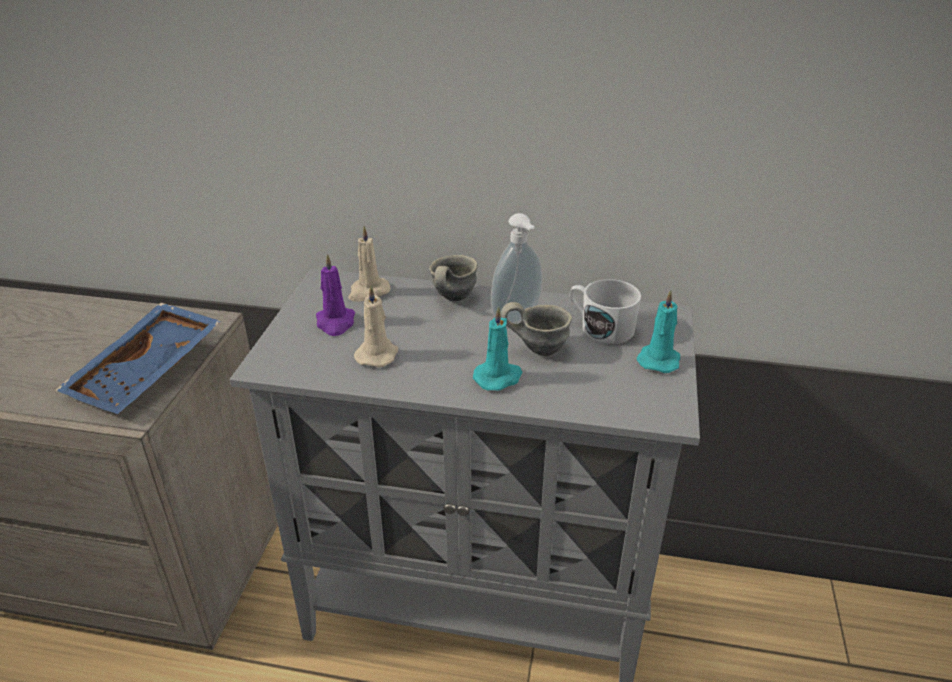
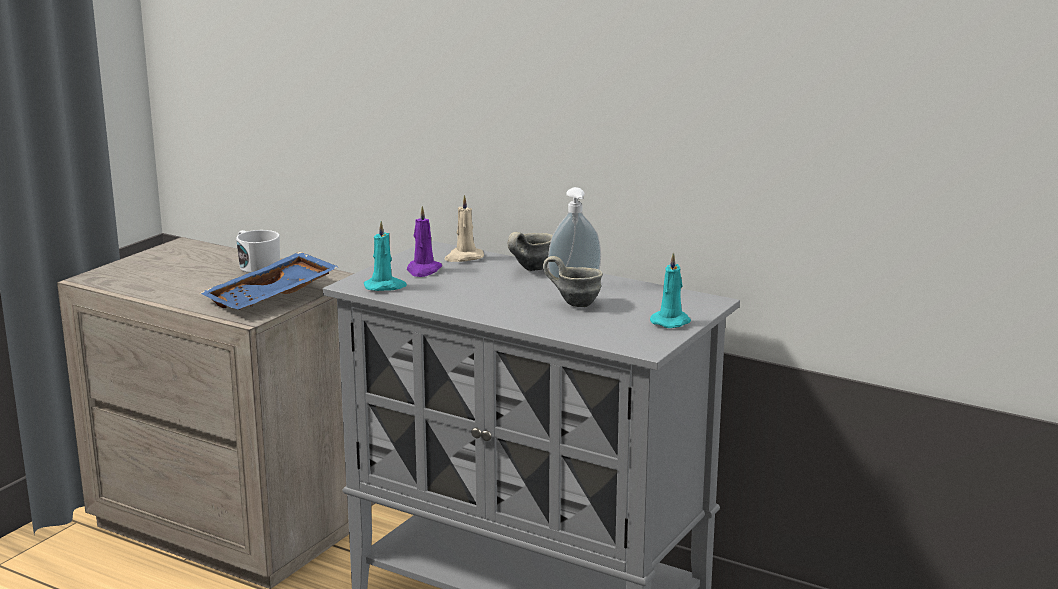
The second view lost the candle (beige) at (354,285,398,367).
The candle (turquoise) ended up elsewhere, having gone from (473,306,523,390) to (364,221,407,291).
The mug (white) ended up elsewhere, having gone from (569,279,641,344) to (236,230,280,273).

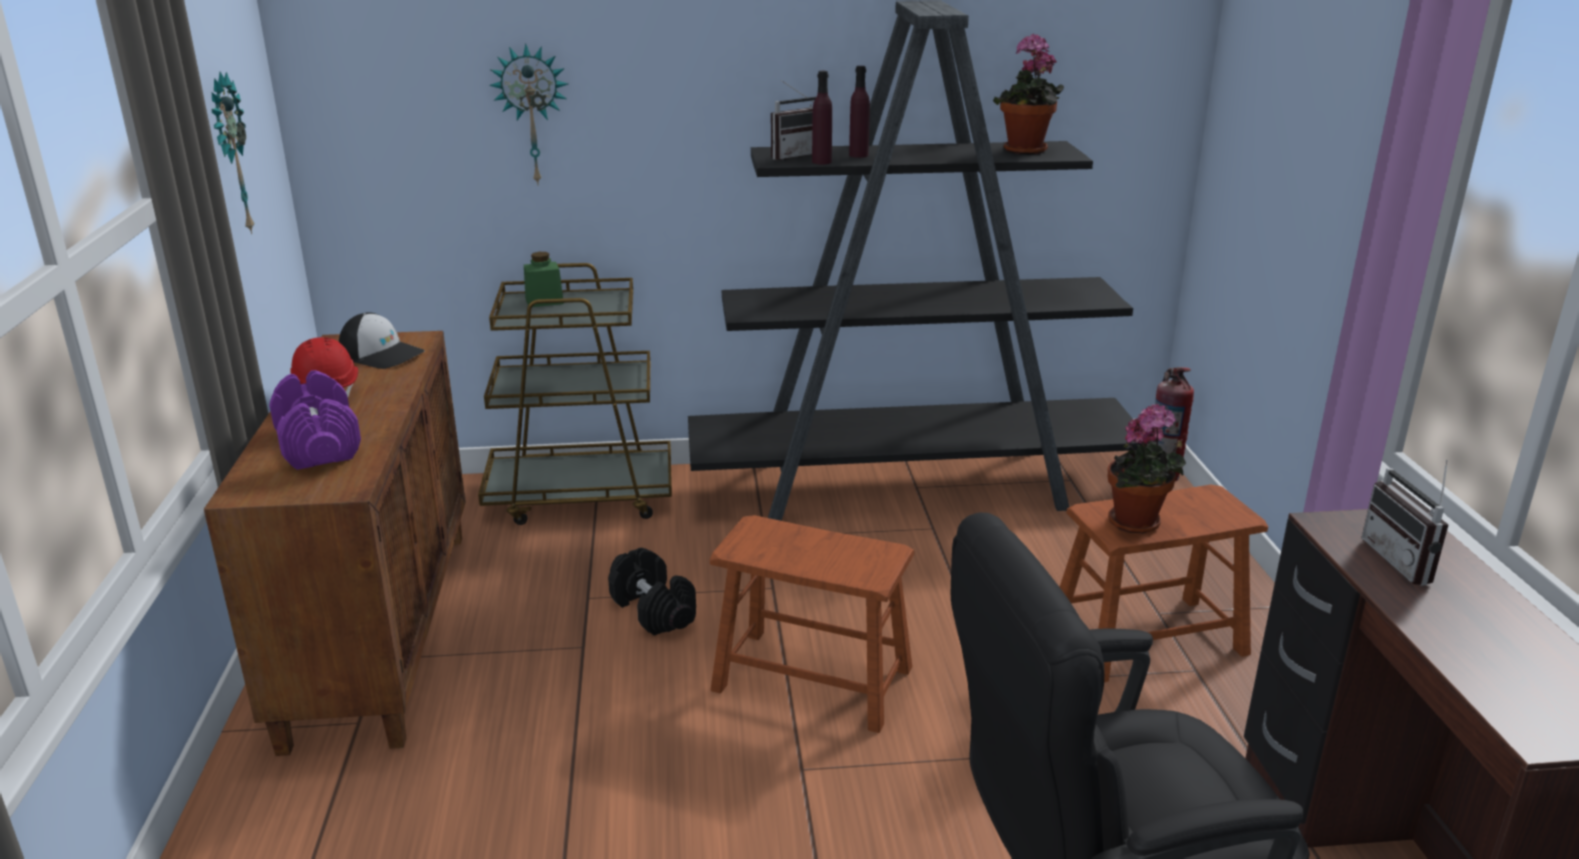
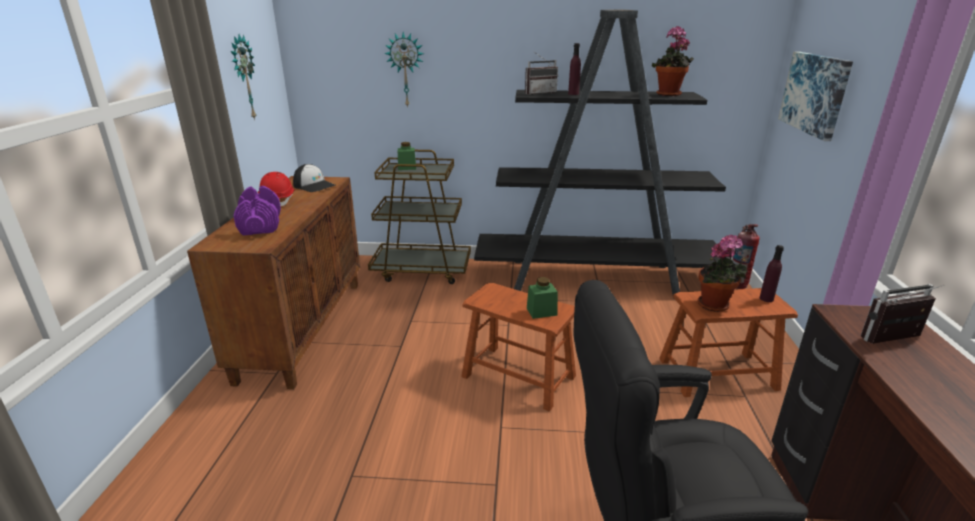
The second view lost the dumbbell (black) at (608,547,696,636).
The bottle (purple) ended up elsewhere, having gone from (812,71,832,165) to (760,245,784,302).
The radio at (1361,460,1449,586) ended up facing another way, 75 degrees clockwise from before.
The second view gained the jar (green) at (527,277,558,319).
The second view gained the picture at (778,52,853,141).

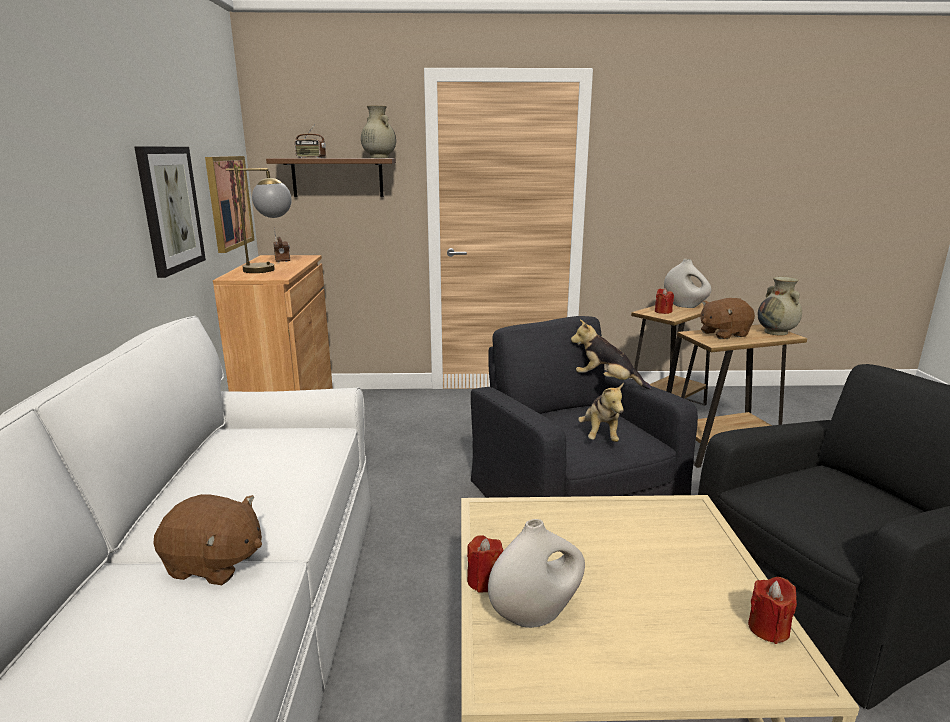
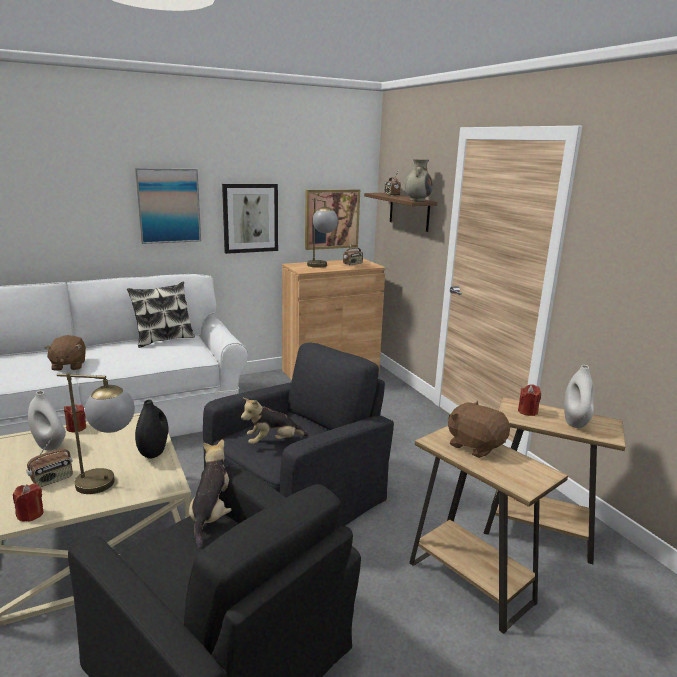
The plush toy ended up elsewhere, having gone from (571,320,651,389) to (189,439,232,549).
The second view lost the vase (beige) at (758,277,802,336).
The second view gained the radio at (27,438,73,487).
The second view gained the table lamp at (57,373,135,494).
The second view gained the pillow at (127,281,195,348).
The second view gained the picture at (135,168,201,244).
The second view gained the vase (black) at (135,400,169,459).

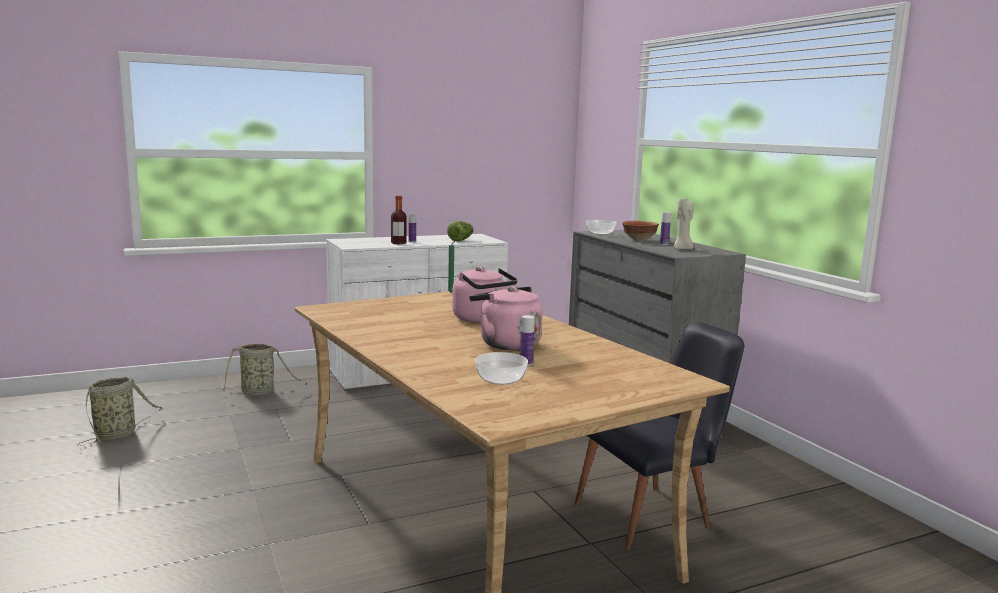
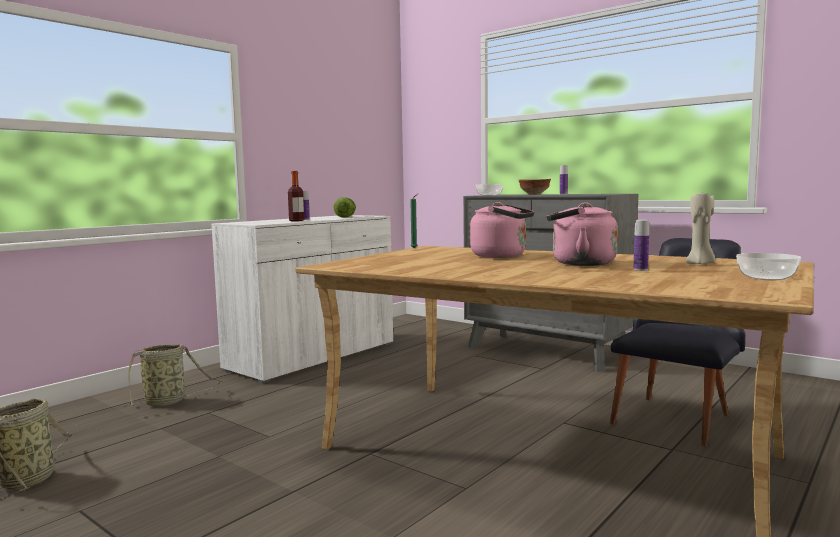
The bowl ended up elsewhere, having gone from (475,352,528,385) to (736,253,801,280).
The candle (beige) ended up elsewhere, having gone from (674,197,694,250) to (686,193,715,264).

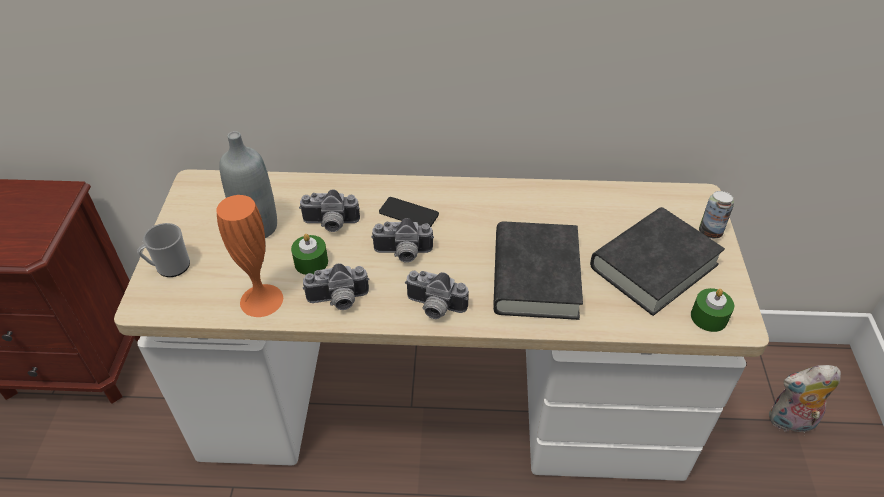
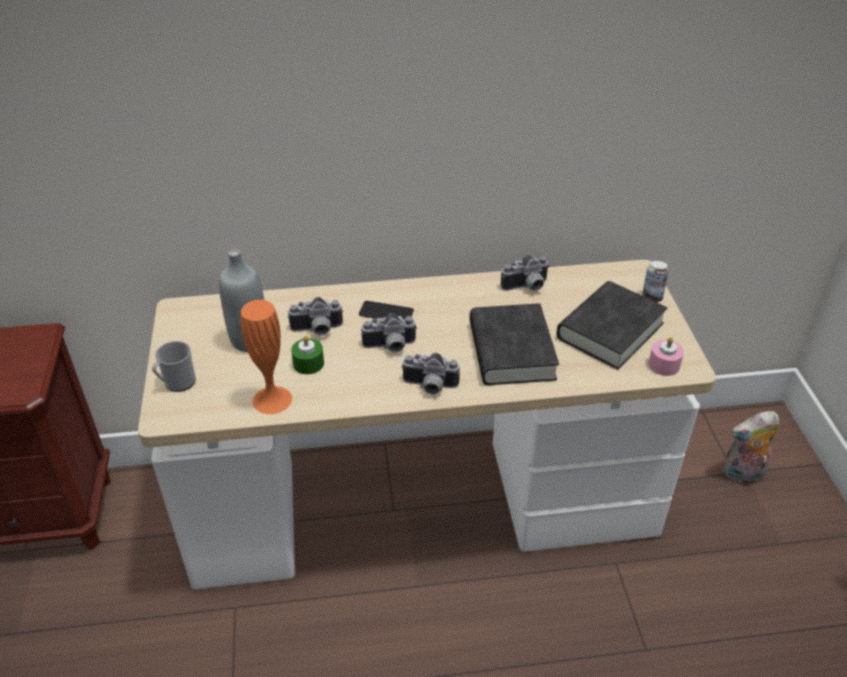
The photo camera ended up elsewhere, having gone from (302,263,369,310) to (501,255,550,291).
What was the candle (green) at (691,288,734,332) turned into the candle (pink) at (648,337,684,376).

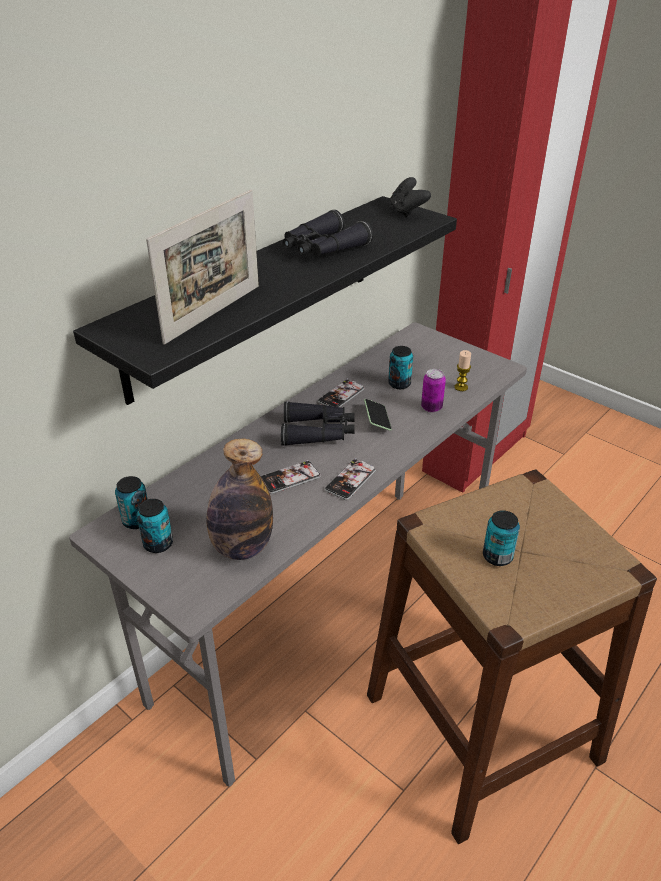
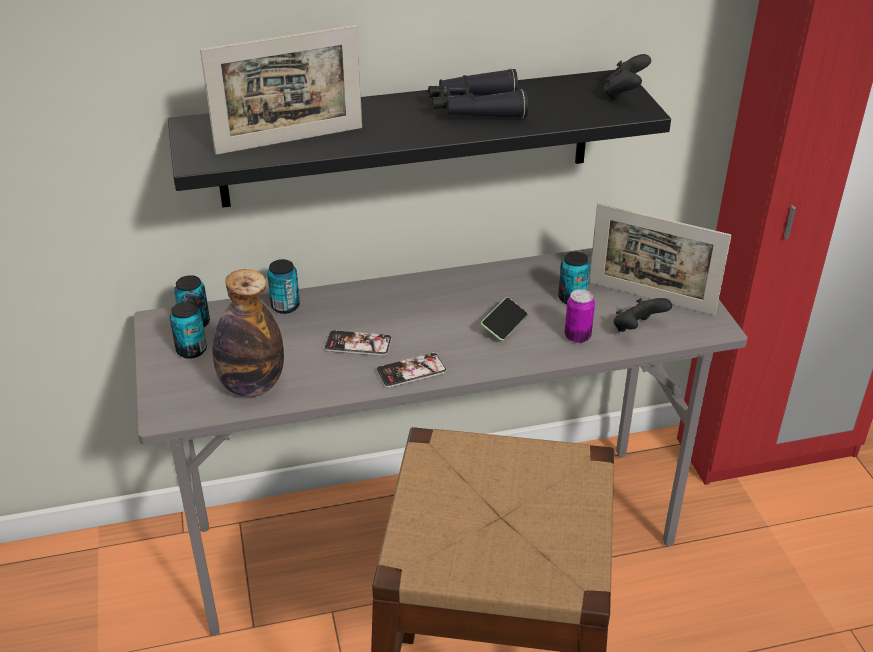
The second view lost the binoculars (black) at (281,401,355,446).
The second view lost the phone at (318,378,365,407).
Where the candle stood at (455,350,471,391), the game controller (black) came to stand at (614,298,672,332).
The can ended up elsewhere, having gone from (483,510,520,566) to (267,259,300,314).
The second view gained the picture frame at (589,203,732,316).

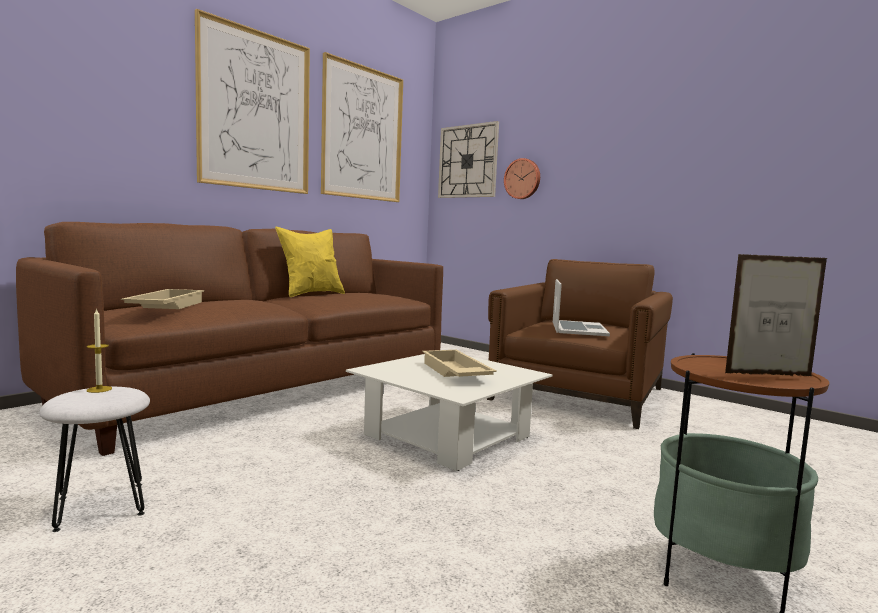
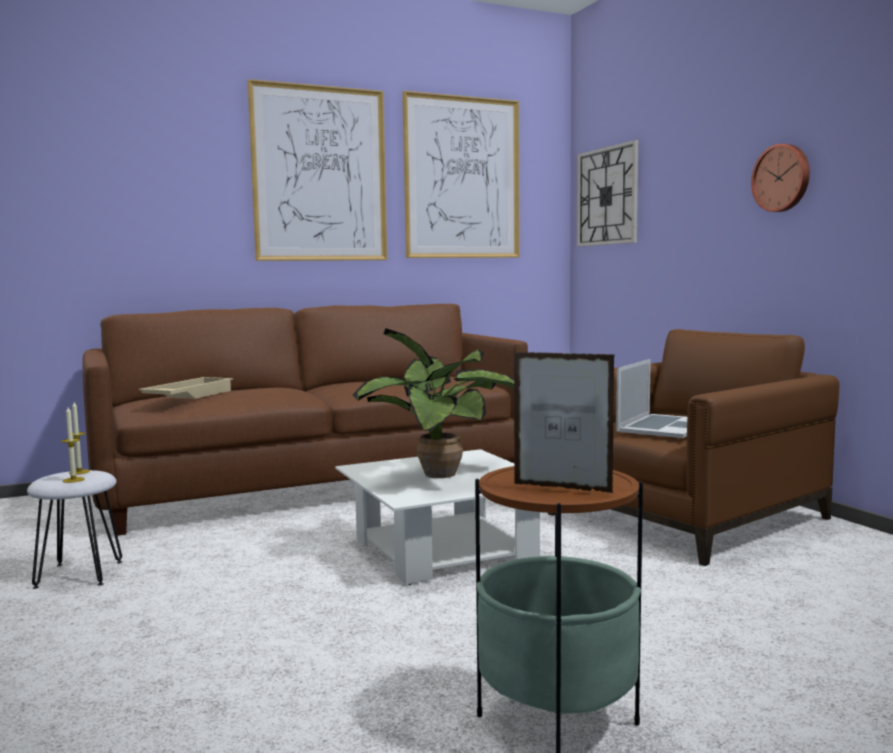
The second view lost the pillow (yellow) at (275,227,345,297).
Where the tray (beige) stood at (422,350,497,377), the potted plant came to stand at (353,328,514,478).
The wall clock ended up elsewhere, having gone from (504,158,540,199) to (751,144,810,212).
The second view gained the candle at (61,407,85,483).

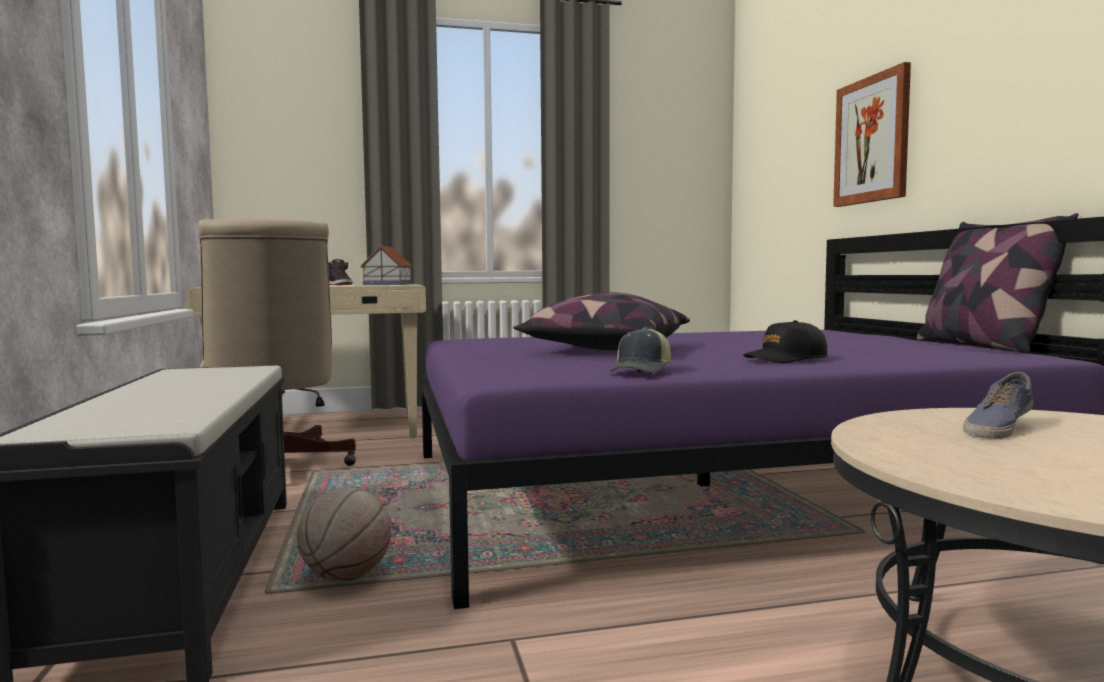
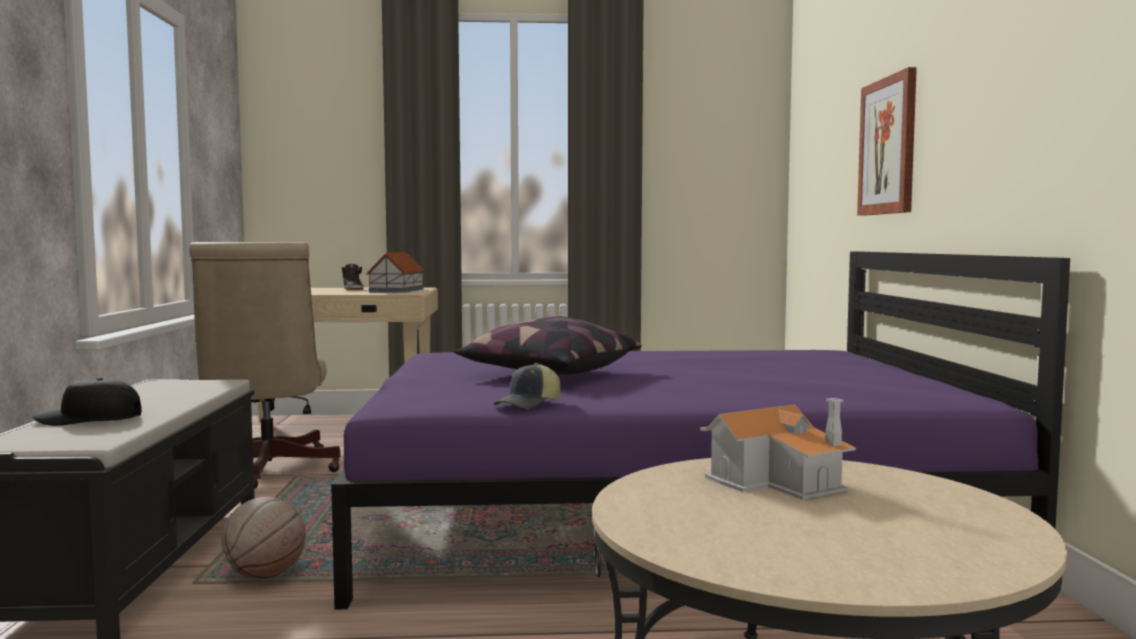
The cap (black) ended up elsewhere, having gone from (743,320,828,363) to (33,378,142,426).
The second view lost the pillow at (917,213,1079,353).
Where the shoe stood at (963,372,1033,439), the toy house came to stand at (700,398,856,500).

